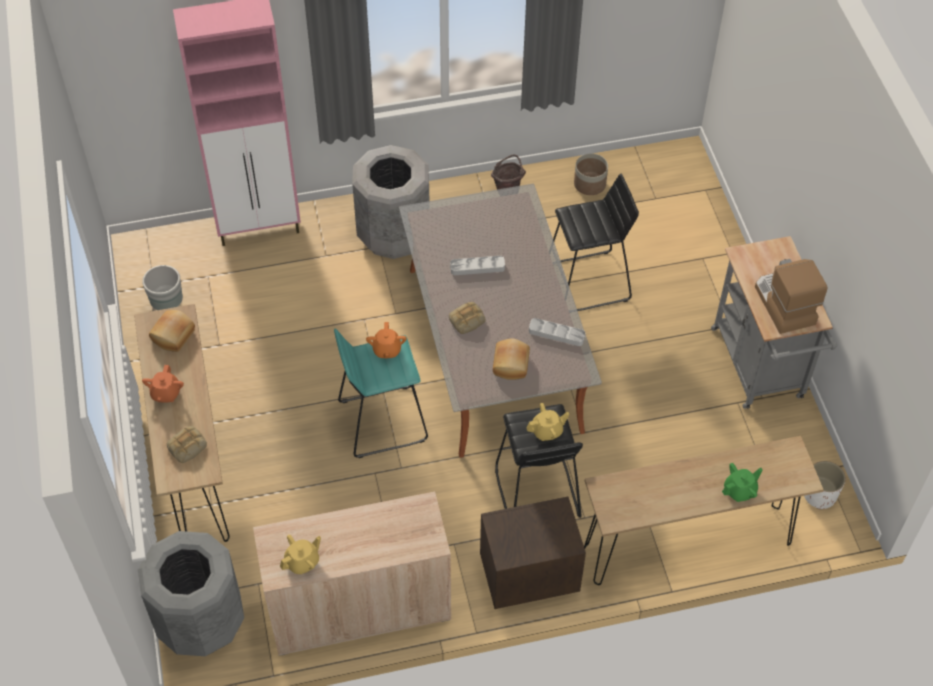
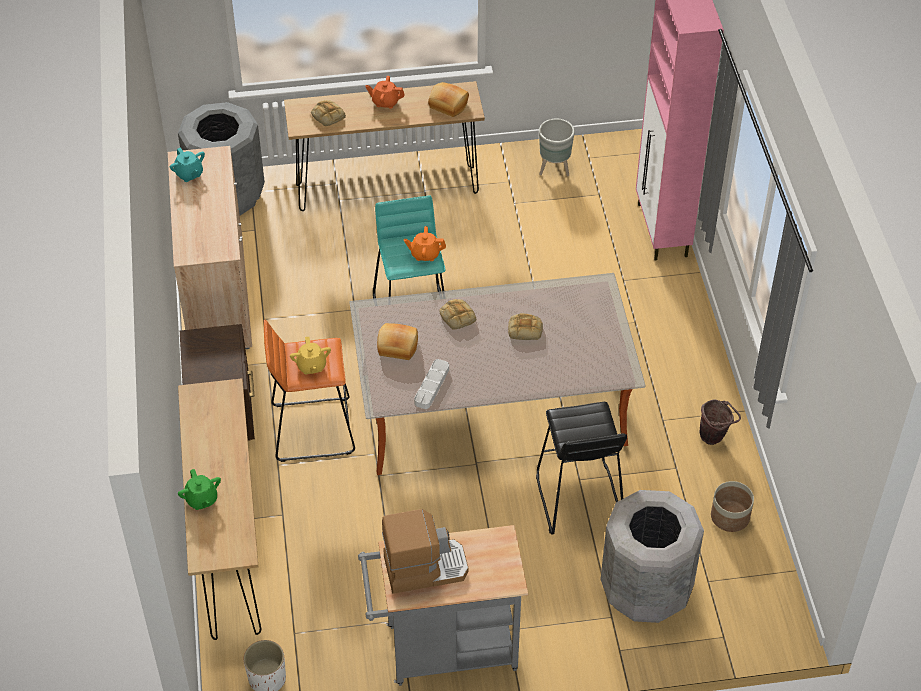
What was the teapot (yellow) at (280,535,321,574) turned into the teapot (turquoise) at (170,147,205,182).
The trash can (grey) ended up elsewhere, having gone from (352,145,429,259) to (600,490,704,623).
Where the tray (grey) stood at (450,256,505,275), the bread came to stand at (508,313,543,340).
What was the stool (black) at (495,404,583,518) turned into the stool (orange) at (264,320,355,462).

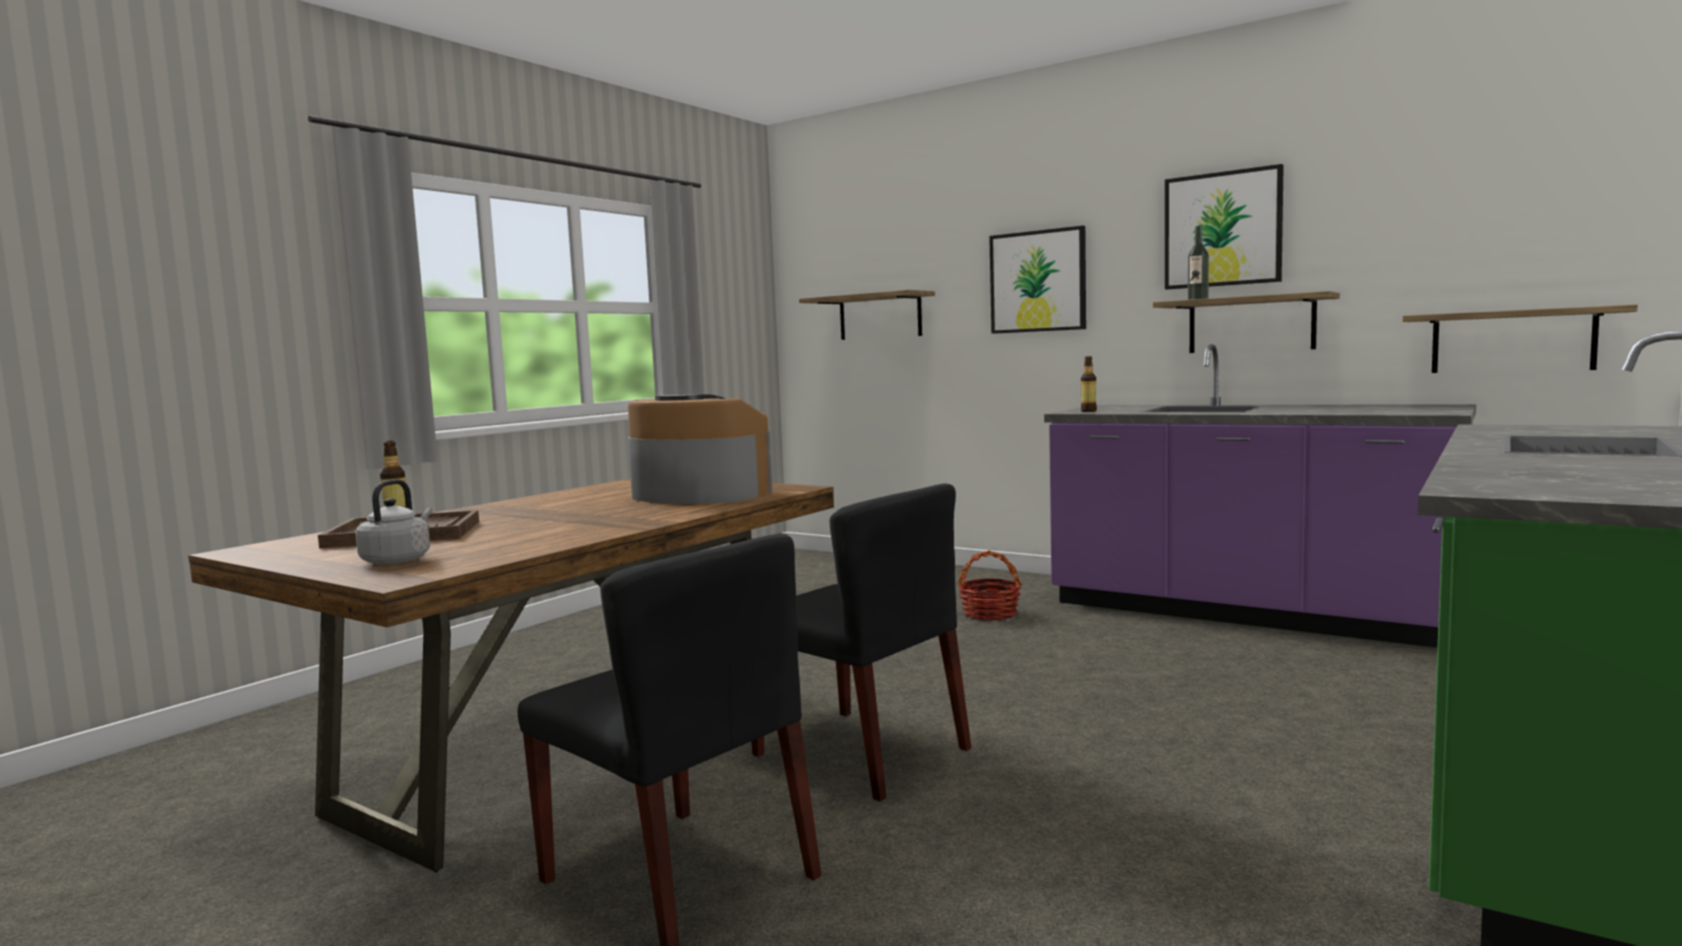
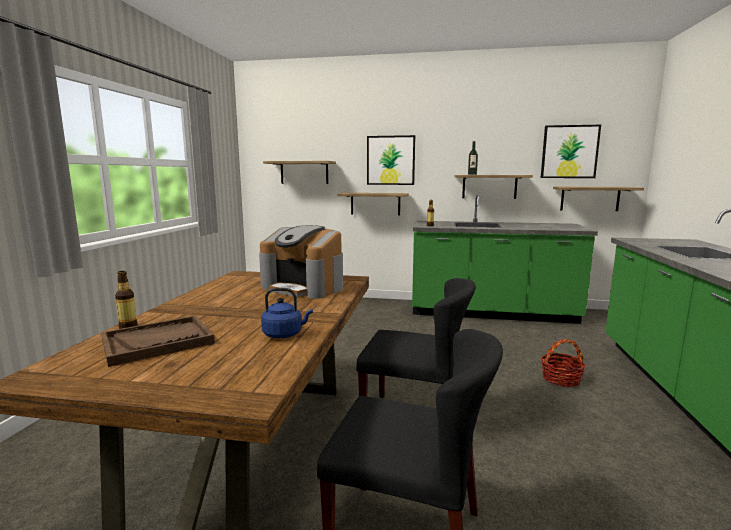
The second view lost the kettle (grey) at (356,479,432,565).
The coffee machine at (628,394,773,504) ended up facing another way, 150 degrees counterclockwise from before.
The basket ended up elsewhere, having gone from (958,550,1022,621) to (541,339,586,387).
What was the counter (purple) at (1044,344,1476,648) turned into the counter (green) at (412,195,598,324).
The picture ended up elsewhere, having gone from (1165,164,1284,290) to (541,125,601,178).
The second view gained the kettle (blue) at (261,288,313,338).
The second view gained the shelf at (337,193,409,215).

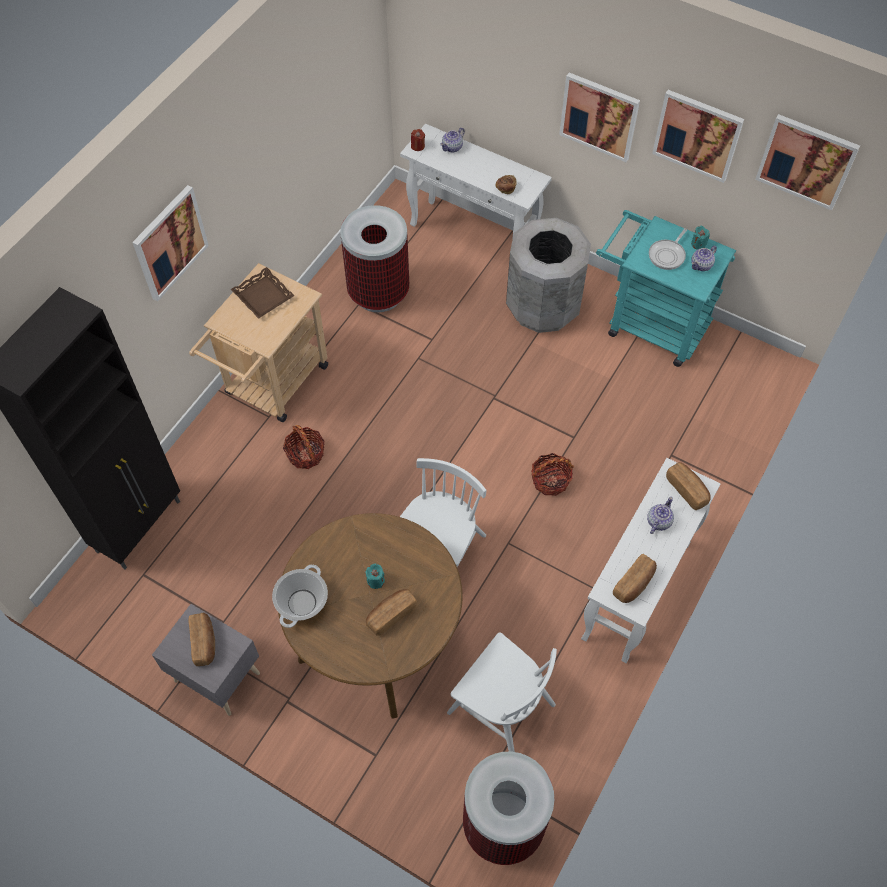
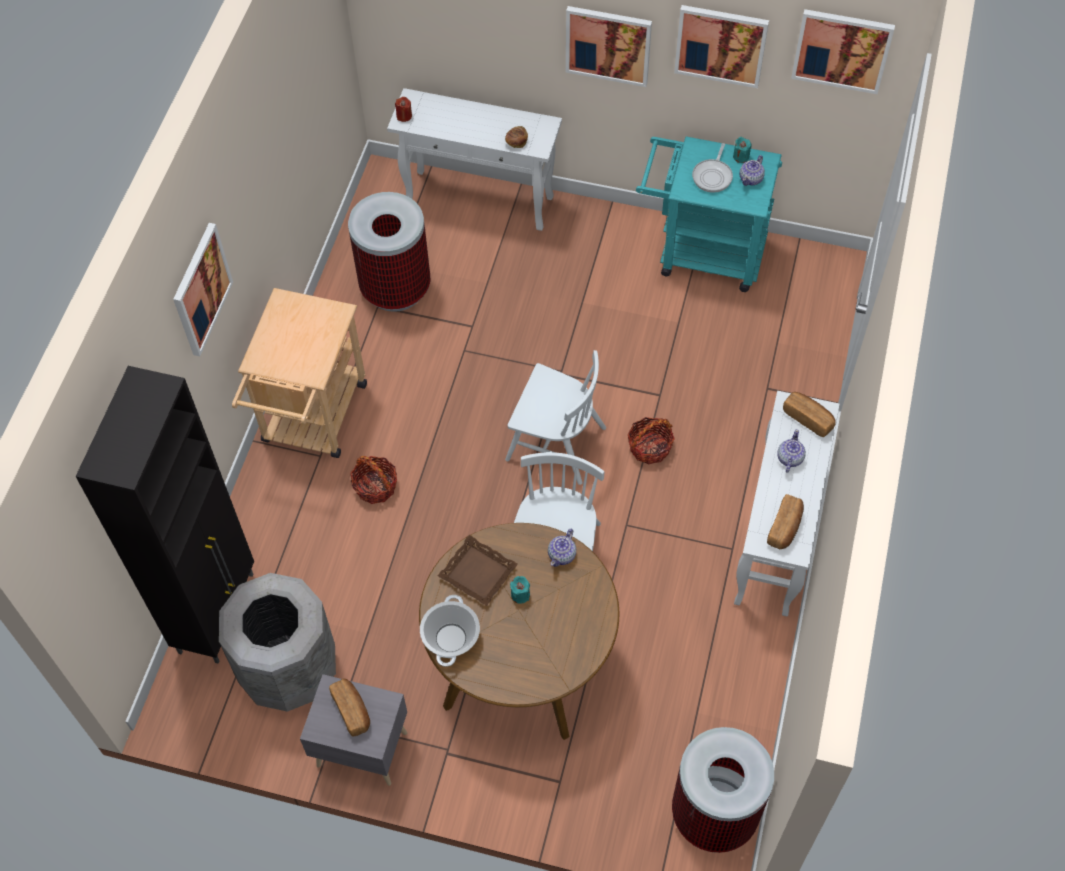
The tray (brown) ended up elsewhere, having gone from (231,267,295,319) to (438,535,518,606).
The second view lost the bread at (366,589,417,636).
The teapot ended up elsewhere, having gone from (440,128,465,152) to (548,529,576,567).
The chair (white) ended up elsewhere, having gone from (447,632,557,752) to (505,350,606,485).
The trash can (grey) ended up elsewhere, having gone from (506,218,591,333) to (219,573,336,712).

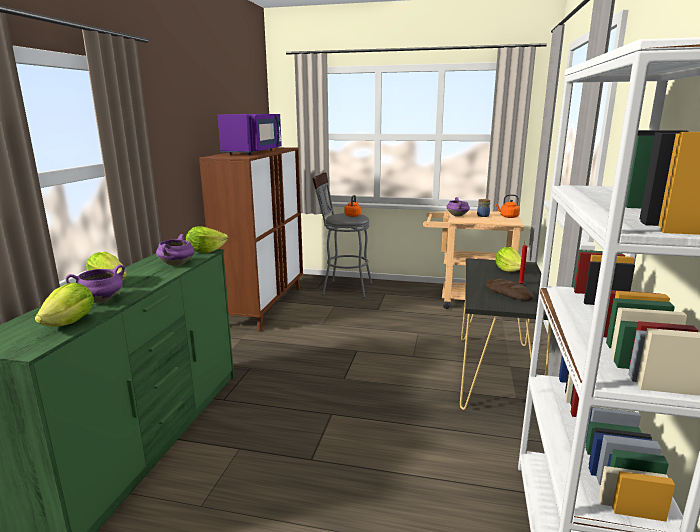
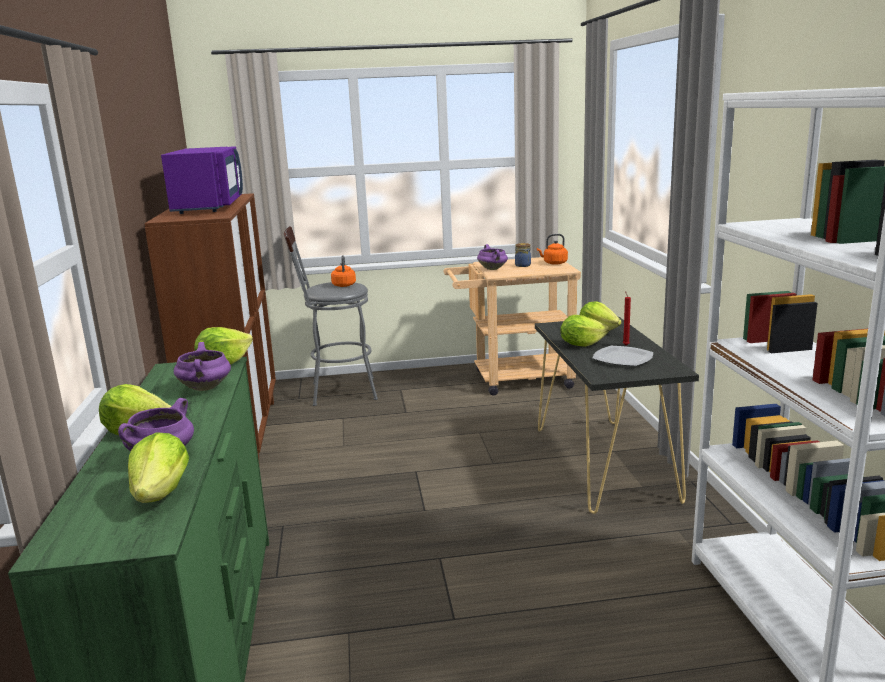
Where the bread stood at (486,279,534,301), the plate came to stand at (592,346,653,366).
The second view gained the lettuce at (560,315,609,347).

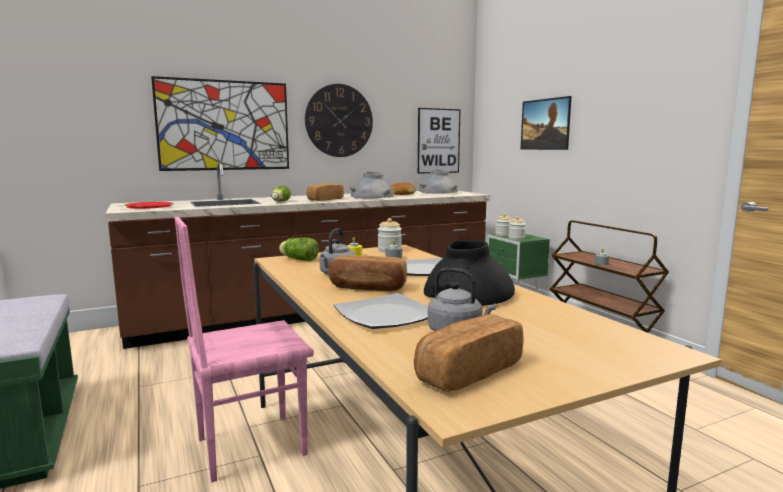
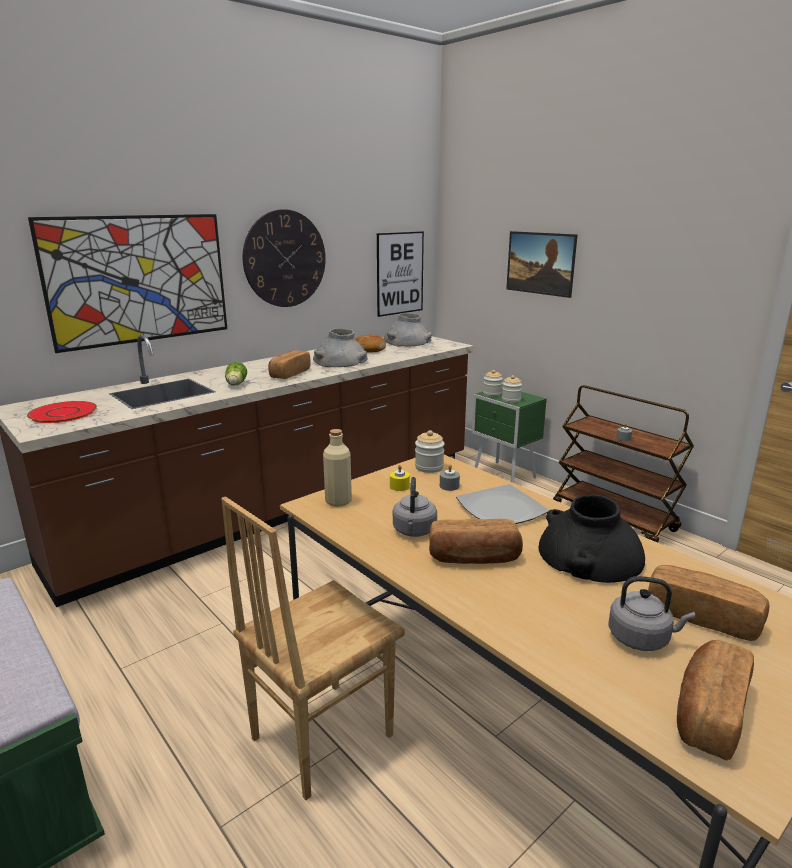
What was the chair (pink) at (175,217,314,482) turned into the chair (brown) at (221,496,405,800).
Where the lettuce stood at (279,237,319,261), the bottle (beige) came to stand at (323,429,352,507).
The second view lost the plate at (333,293,428,329).
The second view gained the bread at (648,565,769,641).

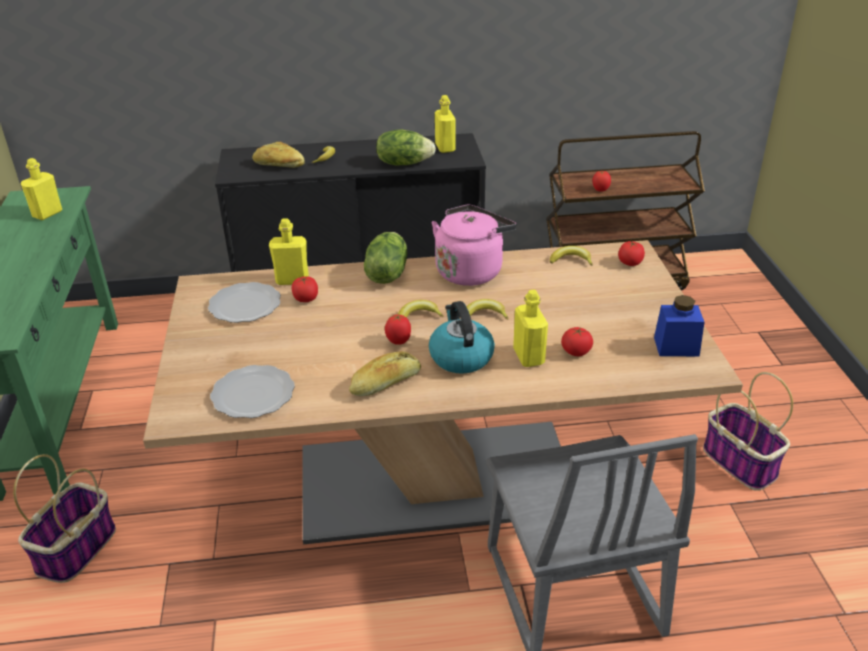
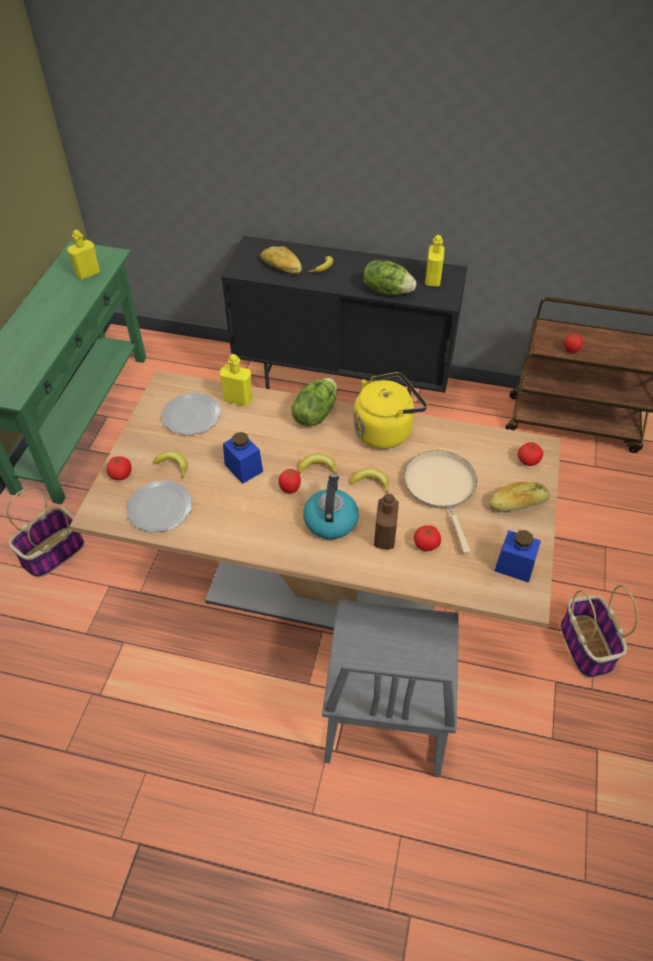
The tomato ended up elsewhere, having gone from (292,276,318,302) to (107,457,132,480).
The bread ended up elsewhere, having gone from (349,351,421,396) to (489,482,550,512).
What was the kettle (pink) at (432,204,516,286) turned into the kettle (yellow) at (354,372,427,449).
What was the bottle (yellow) at (513,290,548,367) turned into the bottle (brown) at (374,493,399,550).
The banana ended up elsewhere, having gone from (550,246,593,266) to (153,451,188,479).
The second view gained the jar (blue) at (223,432,263,484).
The second view gained the frying pan (beige) at (404,451,477,554).

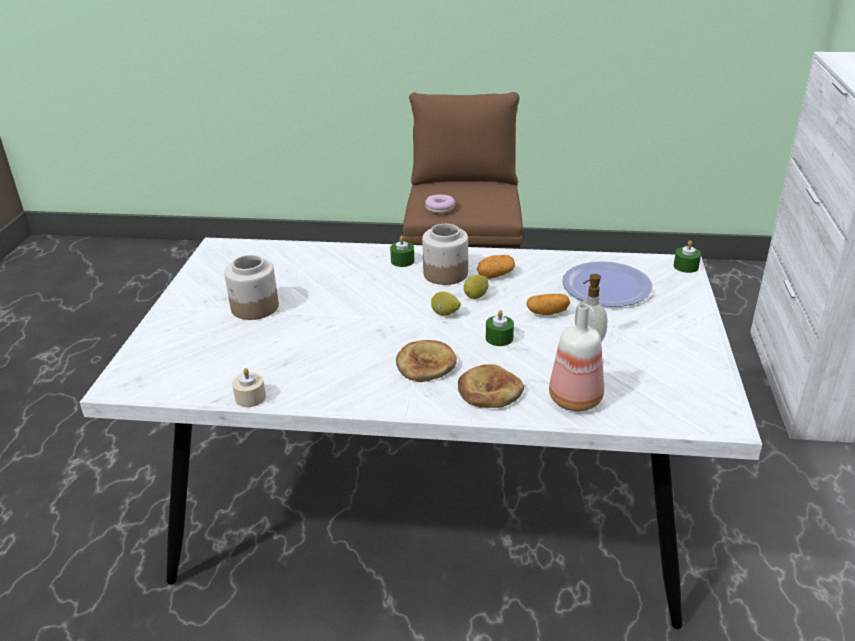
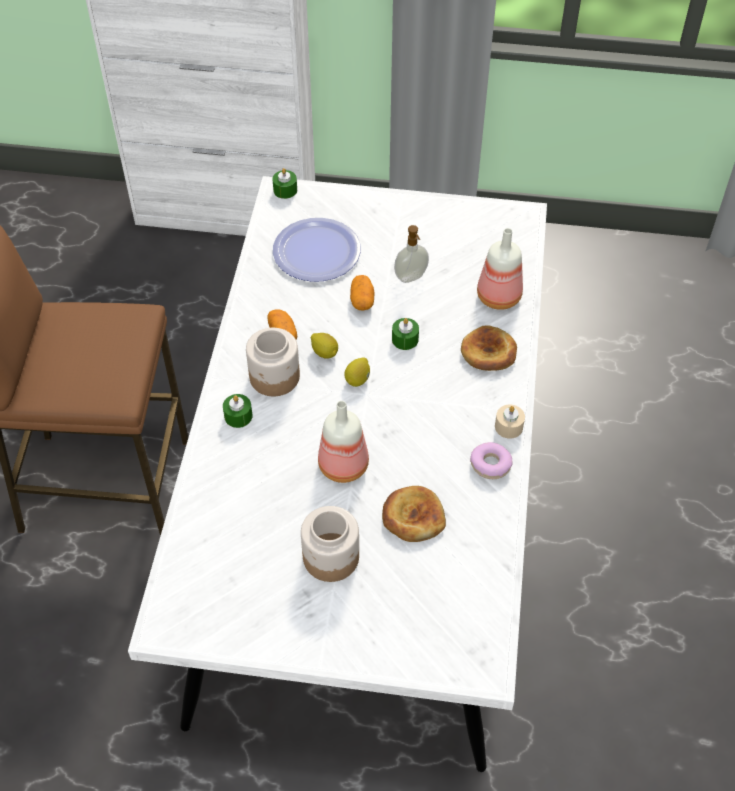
The candle (beige) ended up elsewhere, having gone from (232,368,266,407) to (495,404,525,439).
The bread ended up elsewhere, having gone from (396,340,457,382) to (382,486,446,542).
The donut ended up elsewhere, having gone from (425,194,455,214) to (470,442,512,479).
The second view gained the bottle at (318,401,369,483).

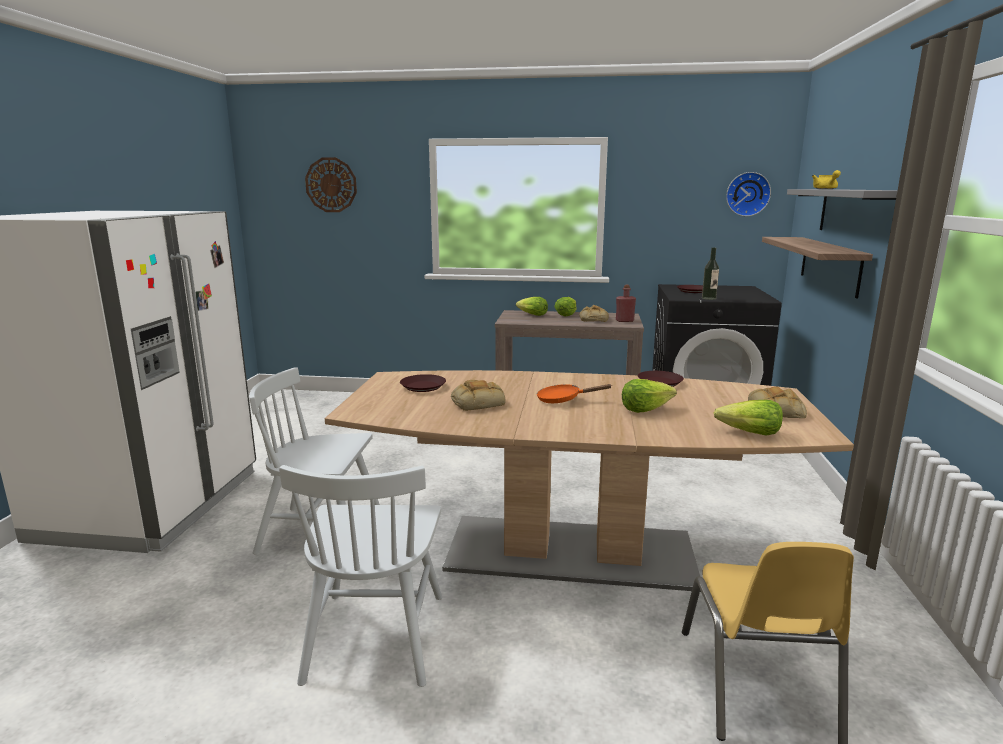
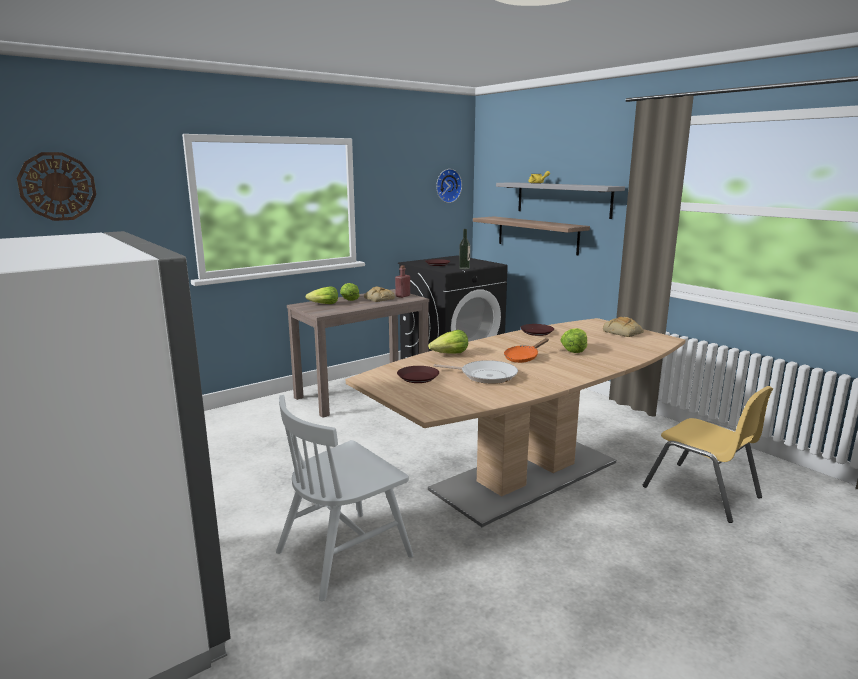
The second view lost the chair (white) at (279,465,442,687).
Where the bread stood at (451,380,505,411), the frying pan came to stand at (433,360,518,384).
The lettuce ended up elsewhere, having gone from (714,400,783,436) to (428,330,468,354).

